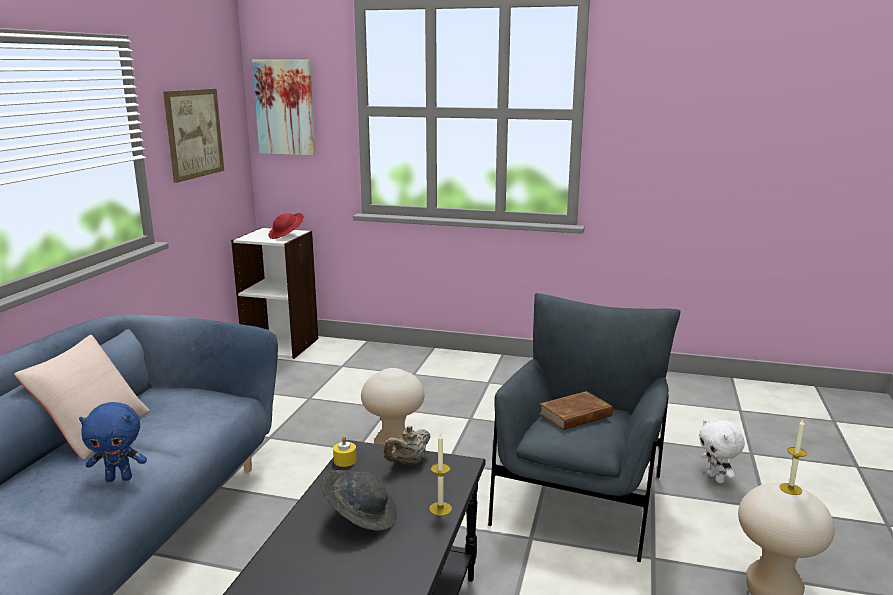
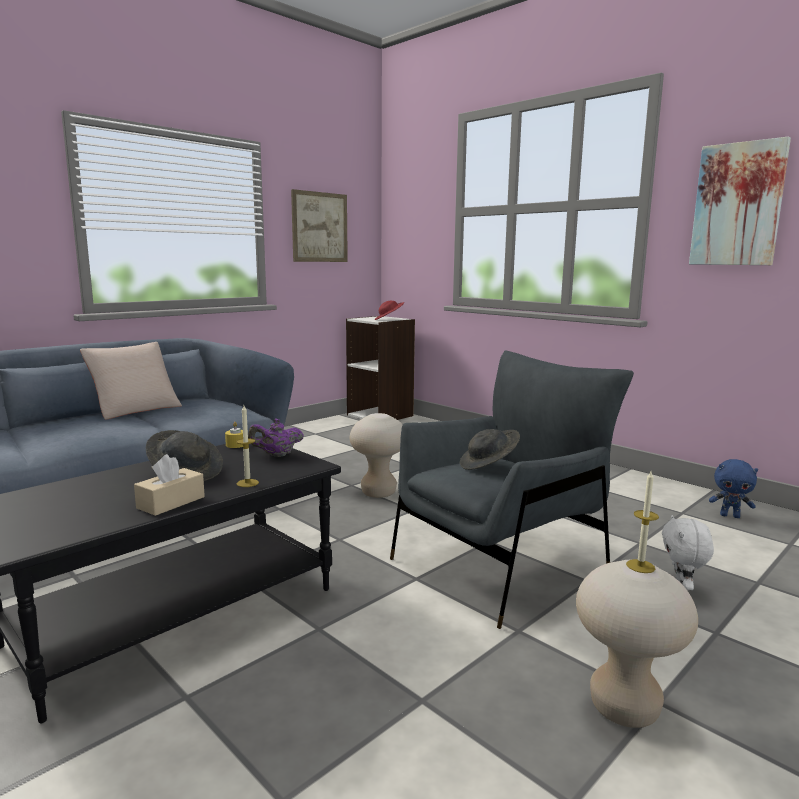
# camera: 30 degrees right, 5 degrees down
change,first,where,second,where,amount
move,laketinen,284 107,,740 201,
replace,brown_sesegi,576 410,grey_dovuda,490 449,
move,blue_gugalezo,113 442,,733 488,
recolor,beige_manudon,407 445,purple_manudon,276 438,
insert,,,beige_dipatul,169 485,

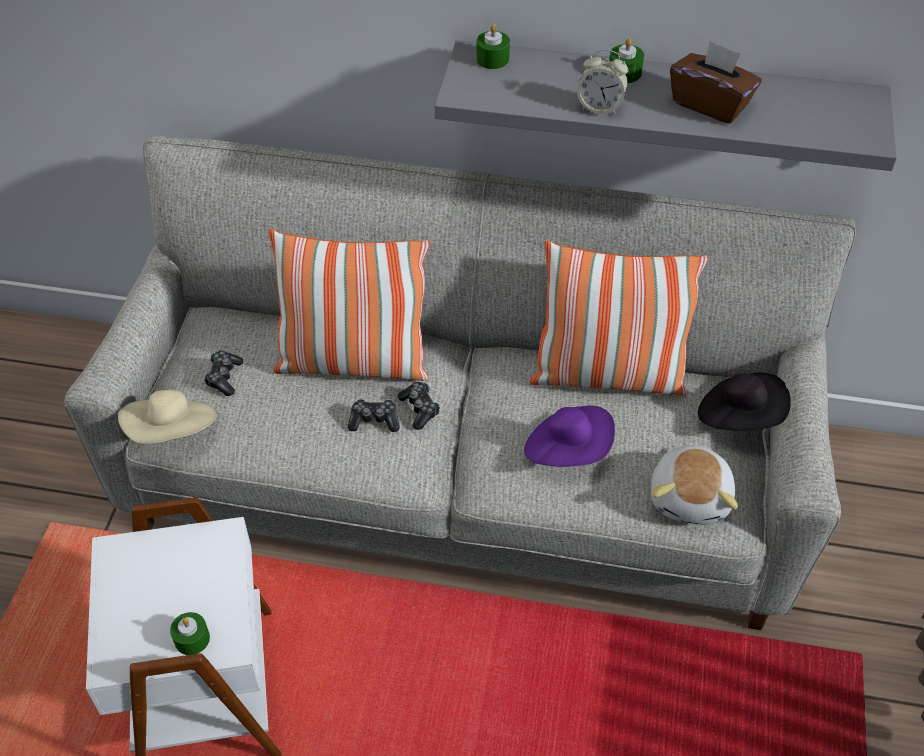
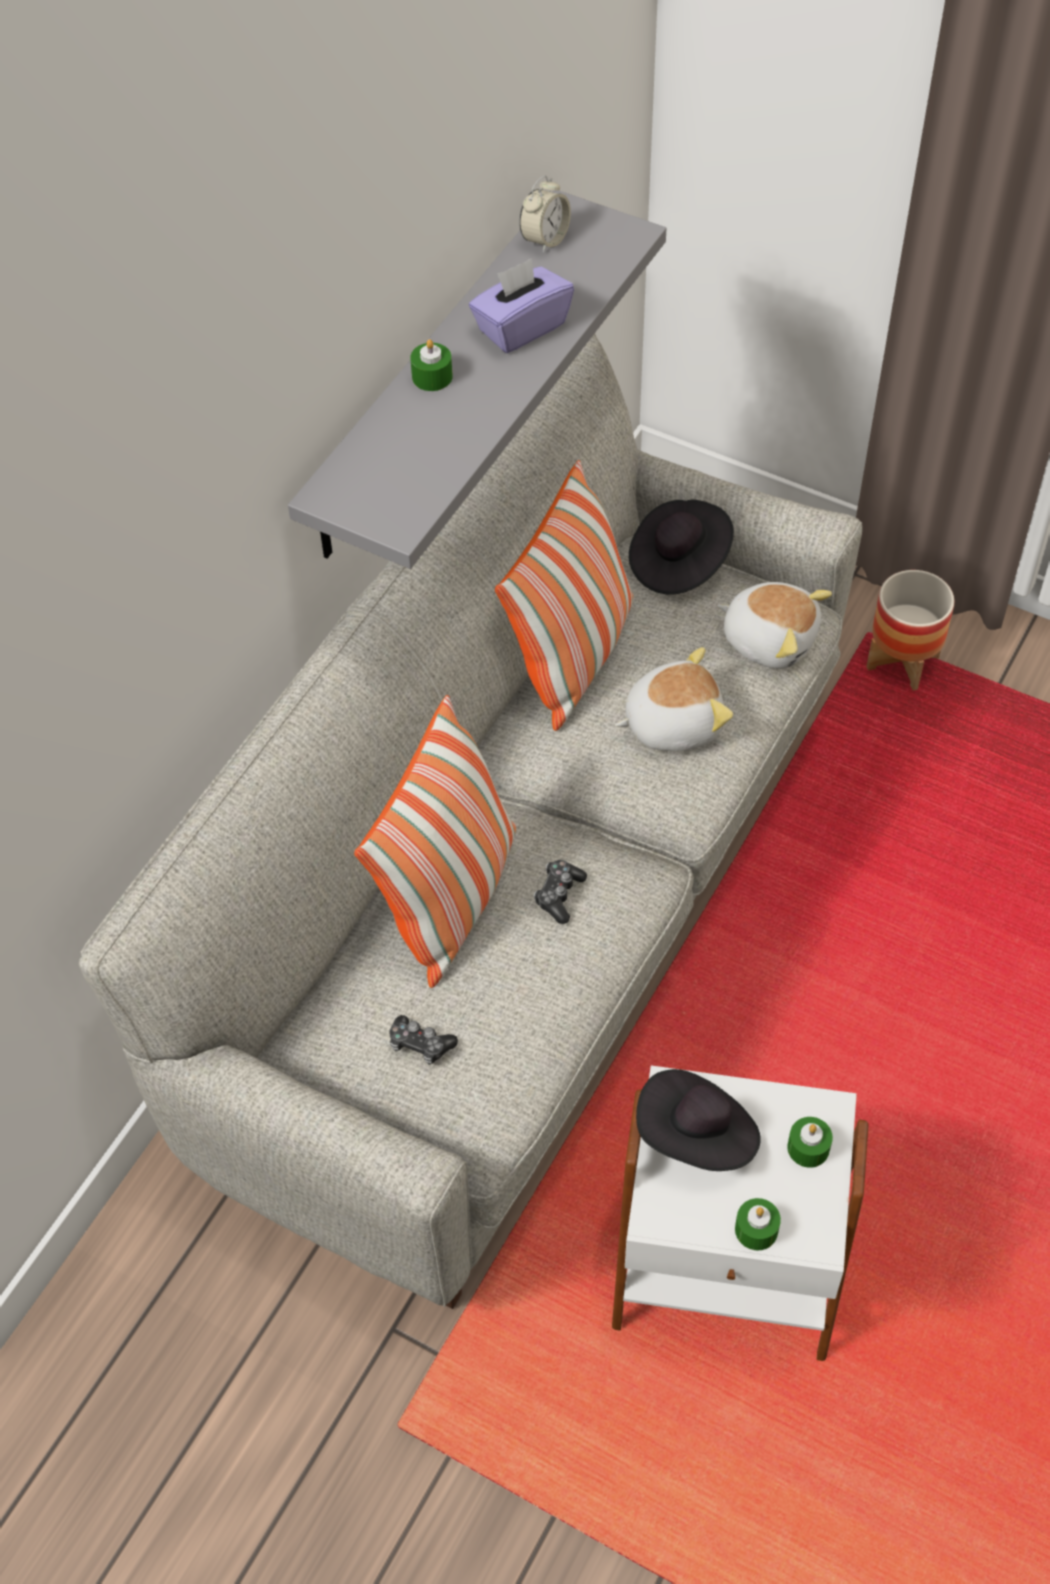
# camera: 70 degrees left, 5 degrees up
change,first,where,second,where,amount
move,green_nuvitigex,493 46,,758 1224,
recolor,brown_dipatul,716 82,purple_dipatul,521 305,
move,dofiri,602 82,,545 214,
delete,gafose,419 406,,,
delete,beige_dovuda,167 417,,,
replace,purple_dovuda,569 436,gugalezo,674 699,
insert,,,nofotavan,910 630,
insert,,,black_dovuda,698 1120,

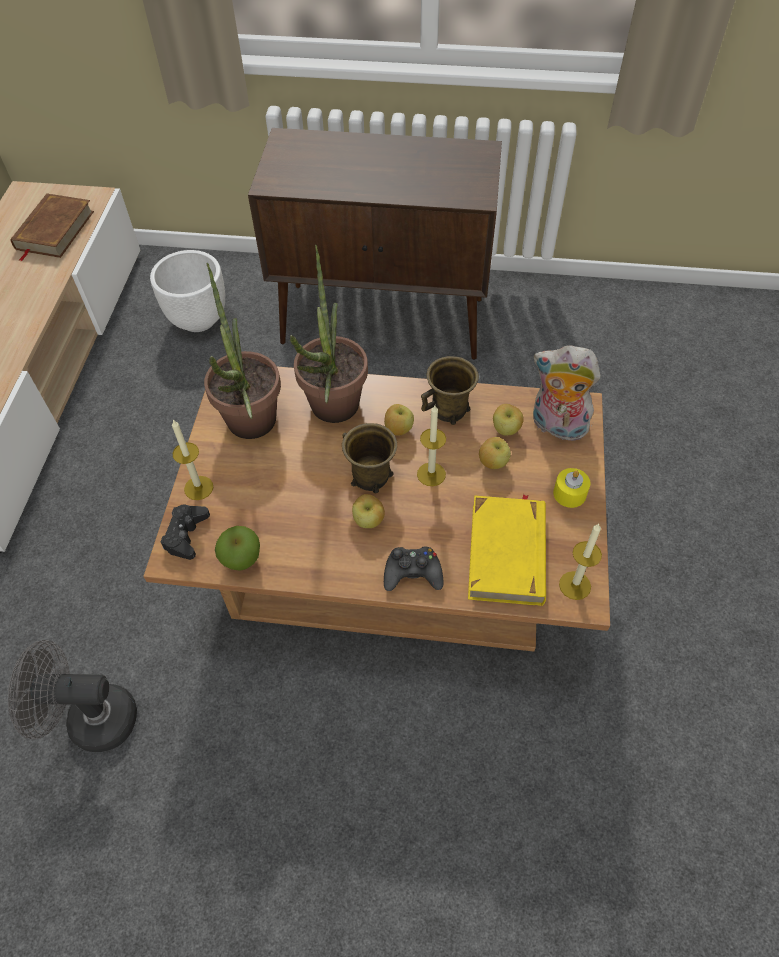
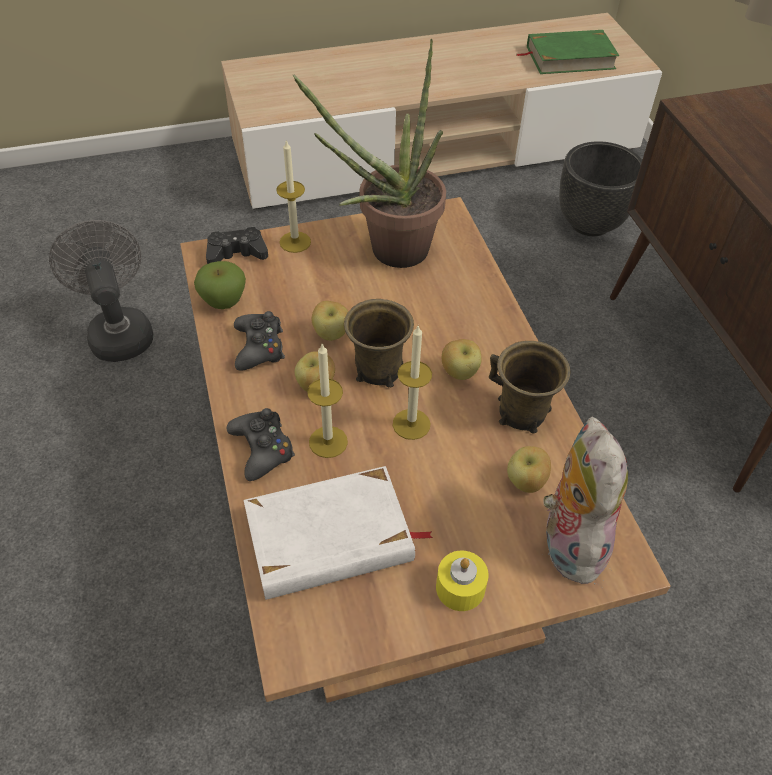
# camera: 65 degrees right, 5 degrees down
change,first,where,second,where,amount
recolor,brown_sesegi,52 227,green_sesegi,567 52,
delete,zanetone,329 334,,,
recolor,white_nofotavan,187 291,black_nofotavan,600 188,
move,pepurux,495 453,,330 321,
recolor,yellow_sesegi,507 550,white_sesegi,338 533,
move,nuvitigex,580 562,,327 401,
insert,,,black_gafose,259 341,

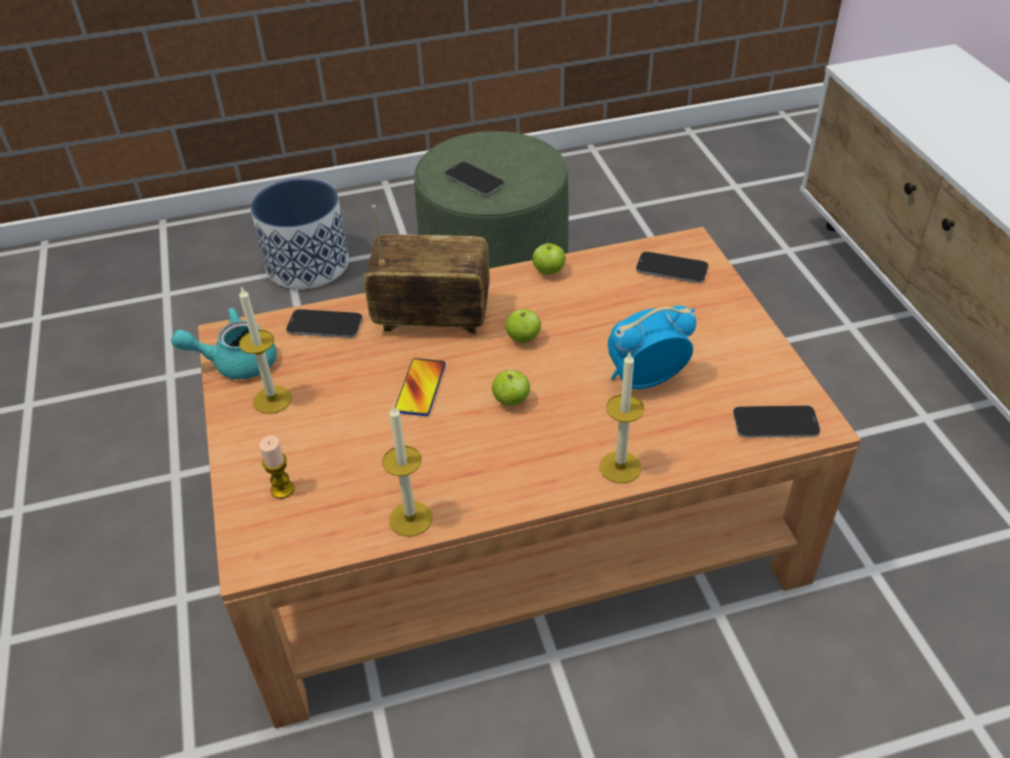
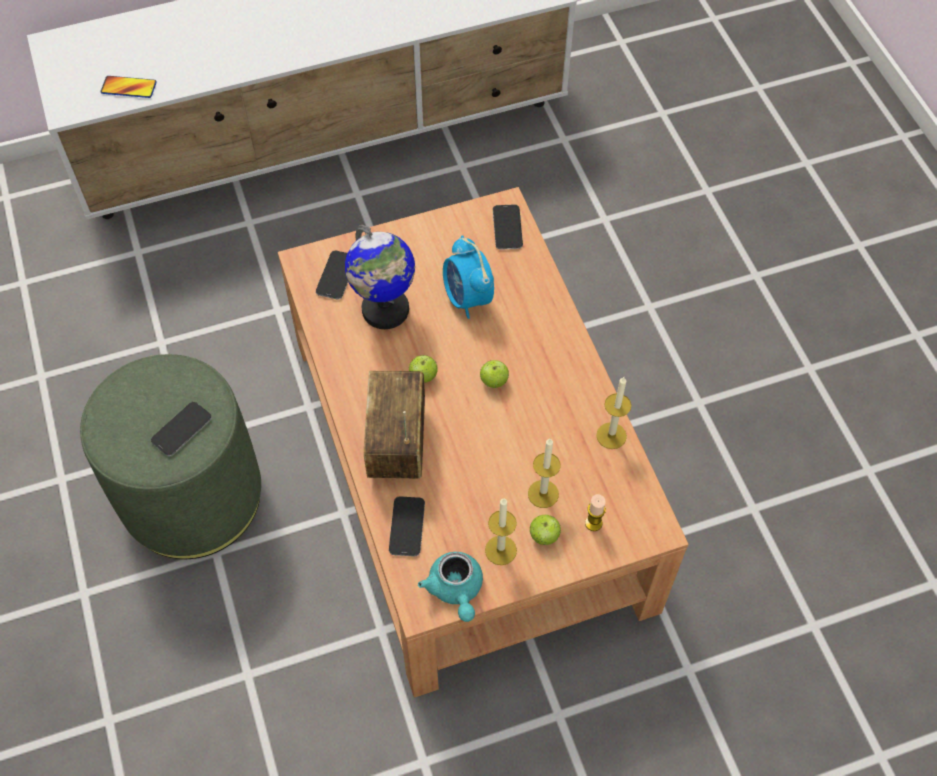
# camera: 95 degrees left, 15 degrees up
change,first,where,second,where,amount
delete,nofotavan,300 233,,,
move,pepurux,549 257,,545 530,
move,nuvitigex,622 417,,544 473,
move,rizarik,420 387,,129 87,
insert,,,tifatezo,380 277,

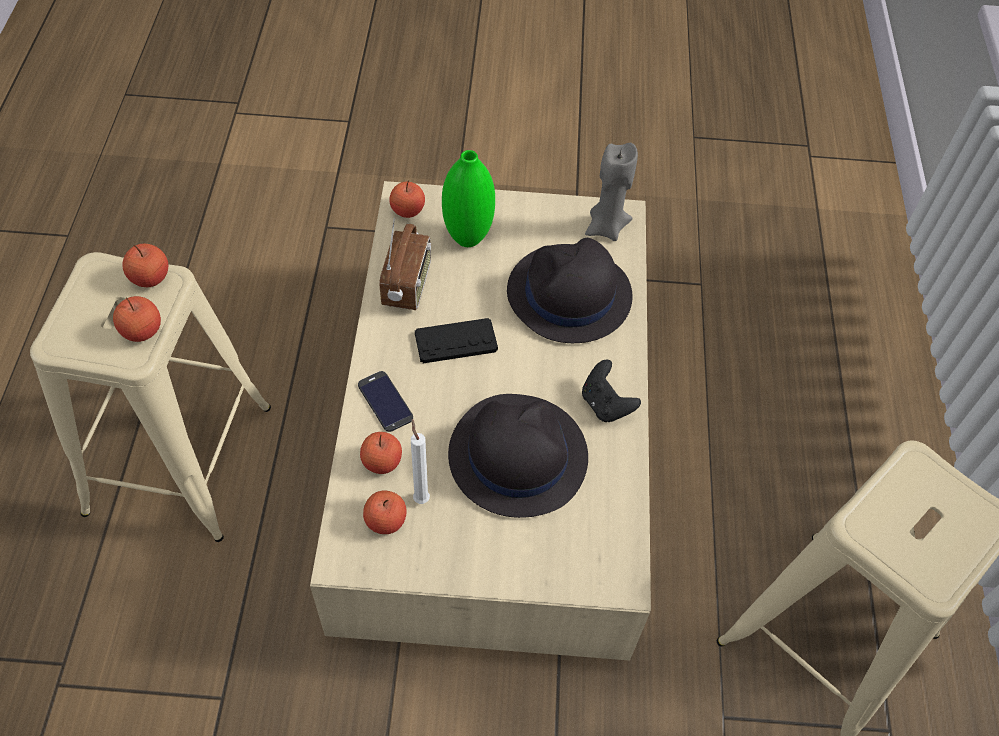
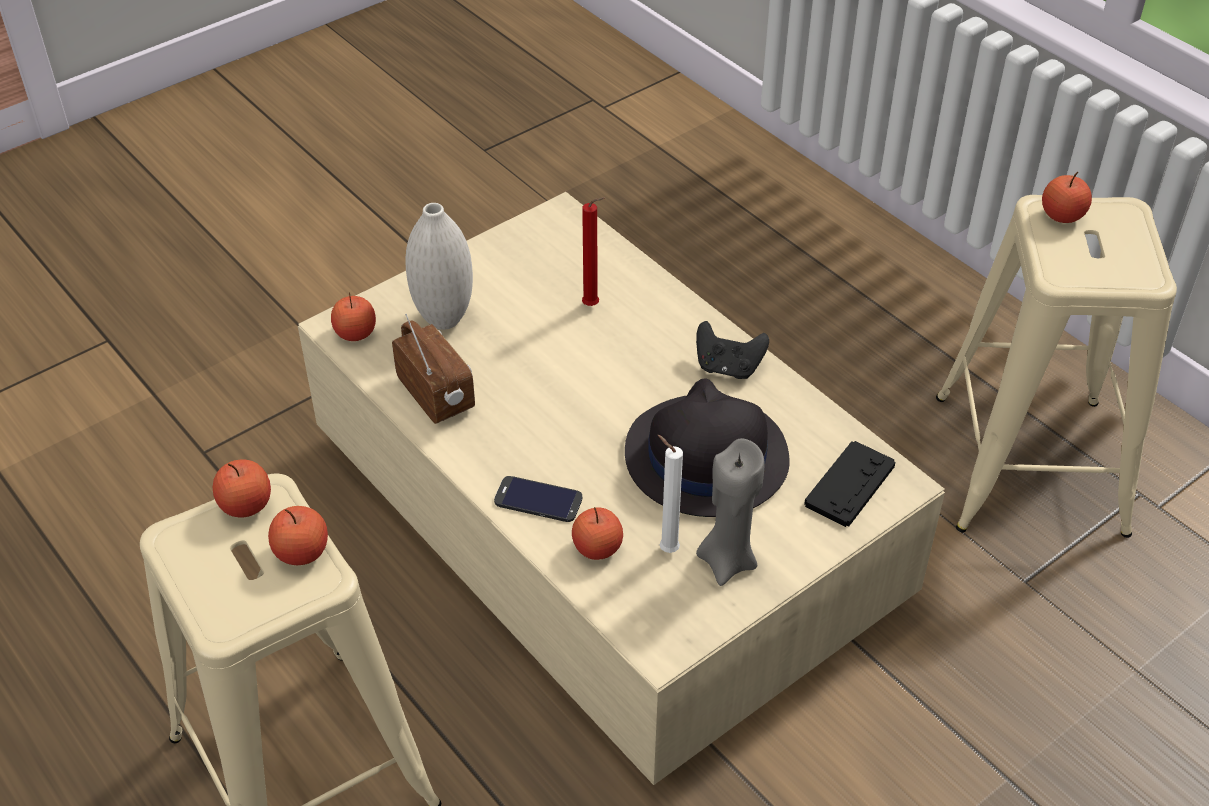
# camera: 40 degrees left, 10 degrees down
change,first,where,second,where,amount
move,grey_nuvitigex,611 192,,730 512,
recolor,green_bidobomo,468 198,white_bidobomo,439 266,
replace,black_dovuda,570 290,red_nuvitigex,593 251,
move,black_gafose,456 340,,849 484,
move,pepurux,385 512,,1067 197,

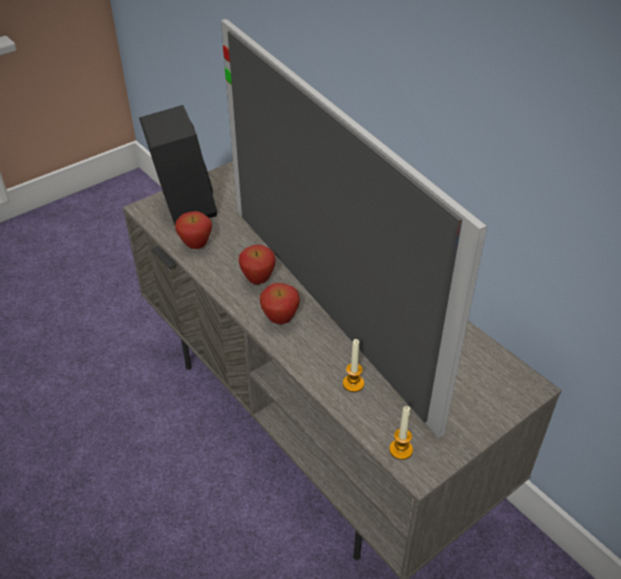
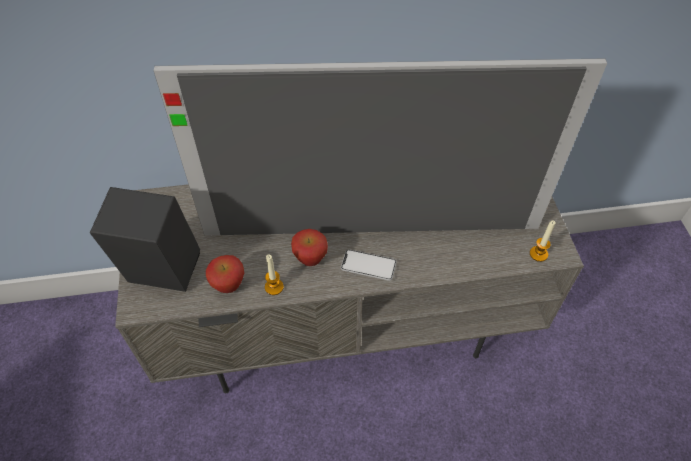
# camera: 60 degrees left, 10 degrees up
change,first,where,second,where,amount
replace,pepurux,280 303,rizarik,369 265,
move,nuvitigex,353 365,,274 274,

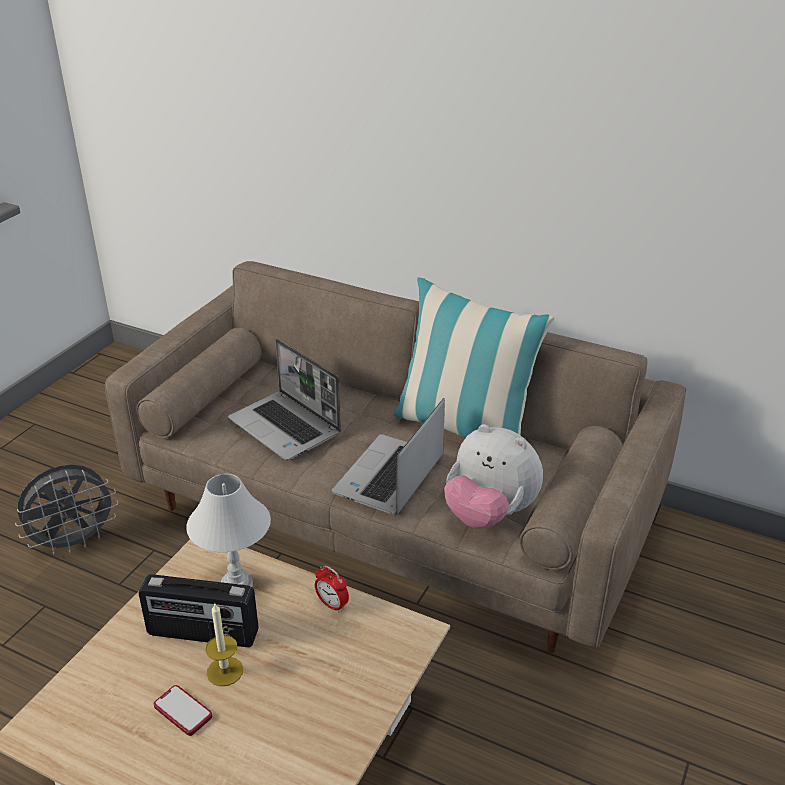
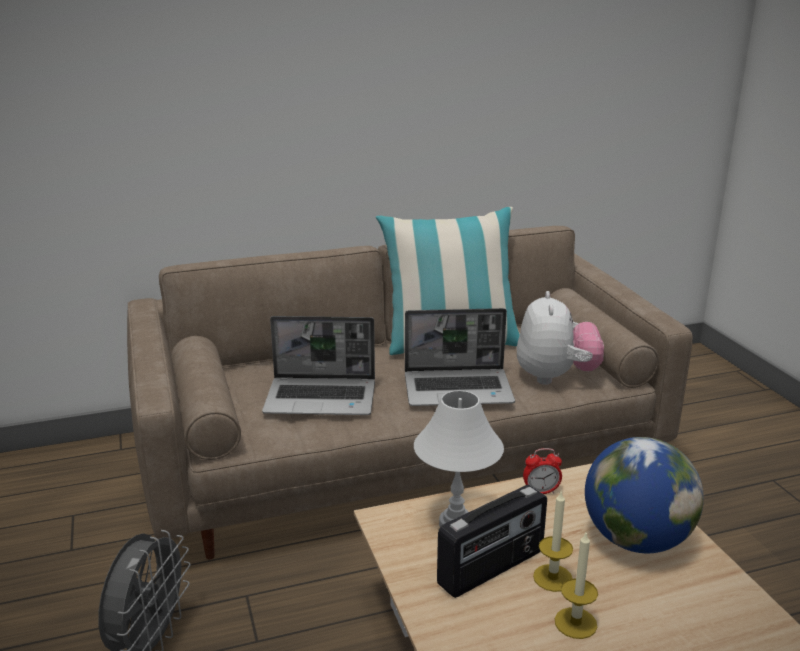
# camera: 45 degrees left, 10 degrees down
change,first,where,second,where,amount
rotate,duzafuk,388 456,,460 357,75 degrees counterclockwise
rotate,gugalezo,493 476,,560 338,75 degrees counterclockwise
replace,rizarik,183 710,nuvitigex,576 586,
insert,,,tifatezo,644 495,

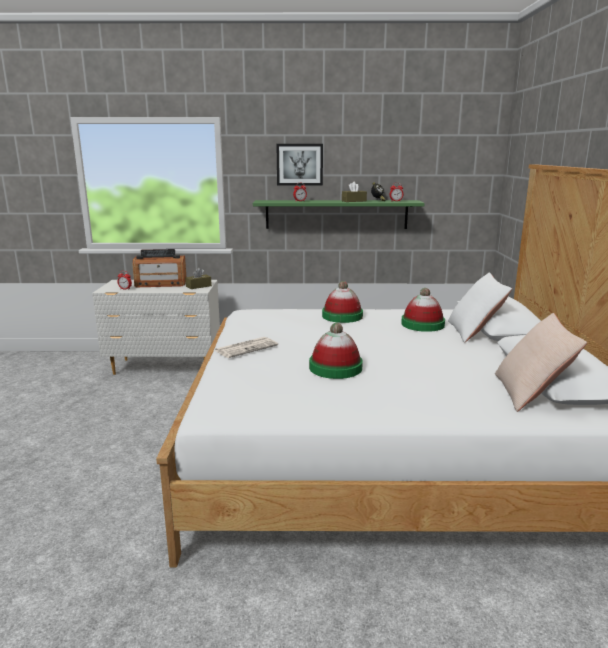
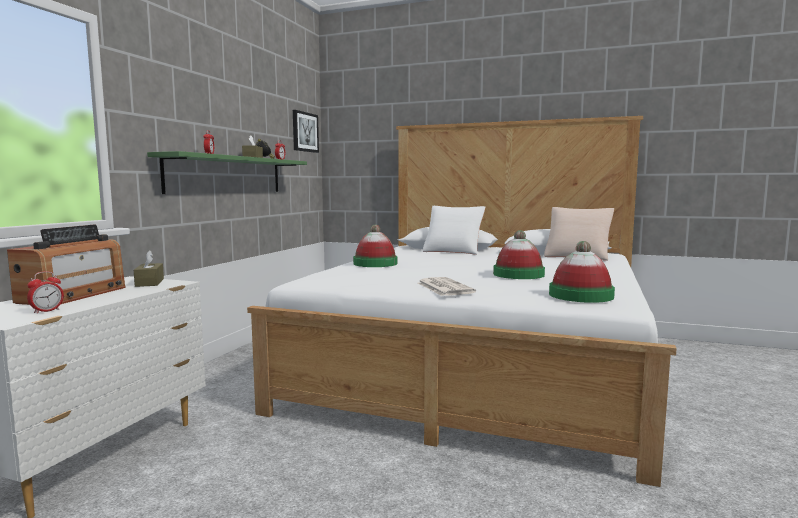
# camera: 70 degrees left, 10 degrees down
change,first,where,second,where,amount
move,laketinen,299 165,,306 131,
move,dovuda,423 310,,582 272,

